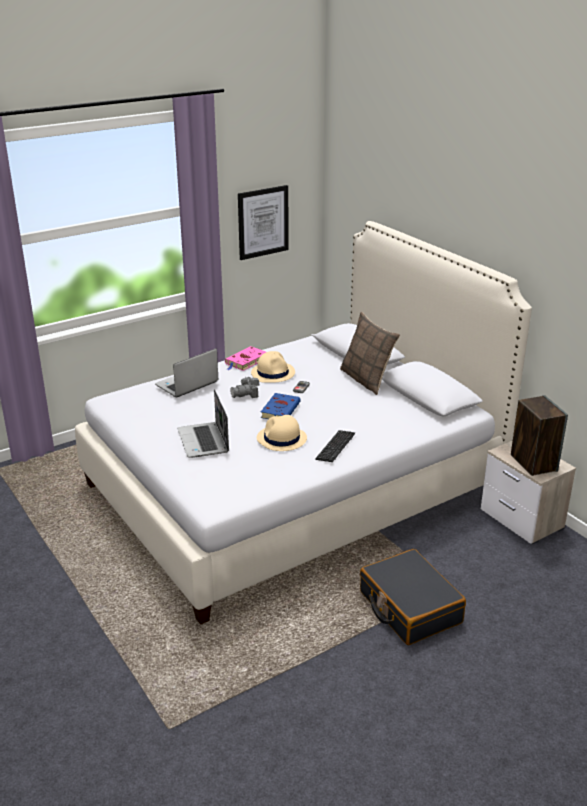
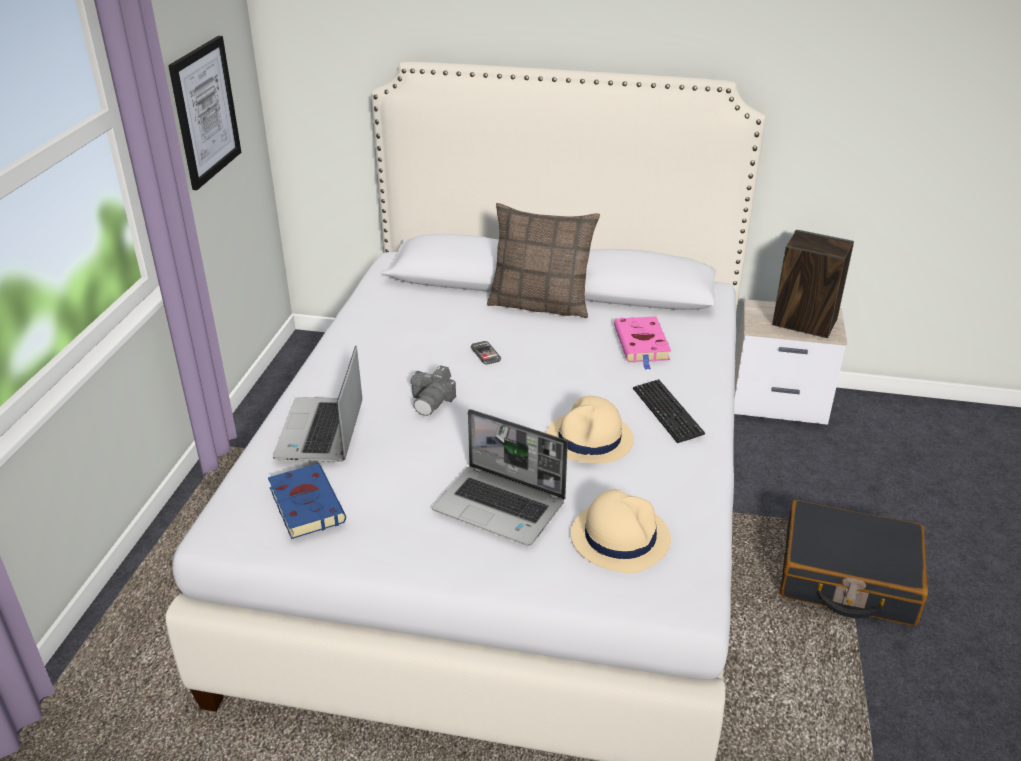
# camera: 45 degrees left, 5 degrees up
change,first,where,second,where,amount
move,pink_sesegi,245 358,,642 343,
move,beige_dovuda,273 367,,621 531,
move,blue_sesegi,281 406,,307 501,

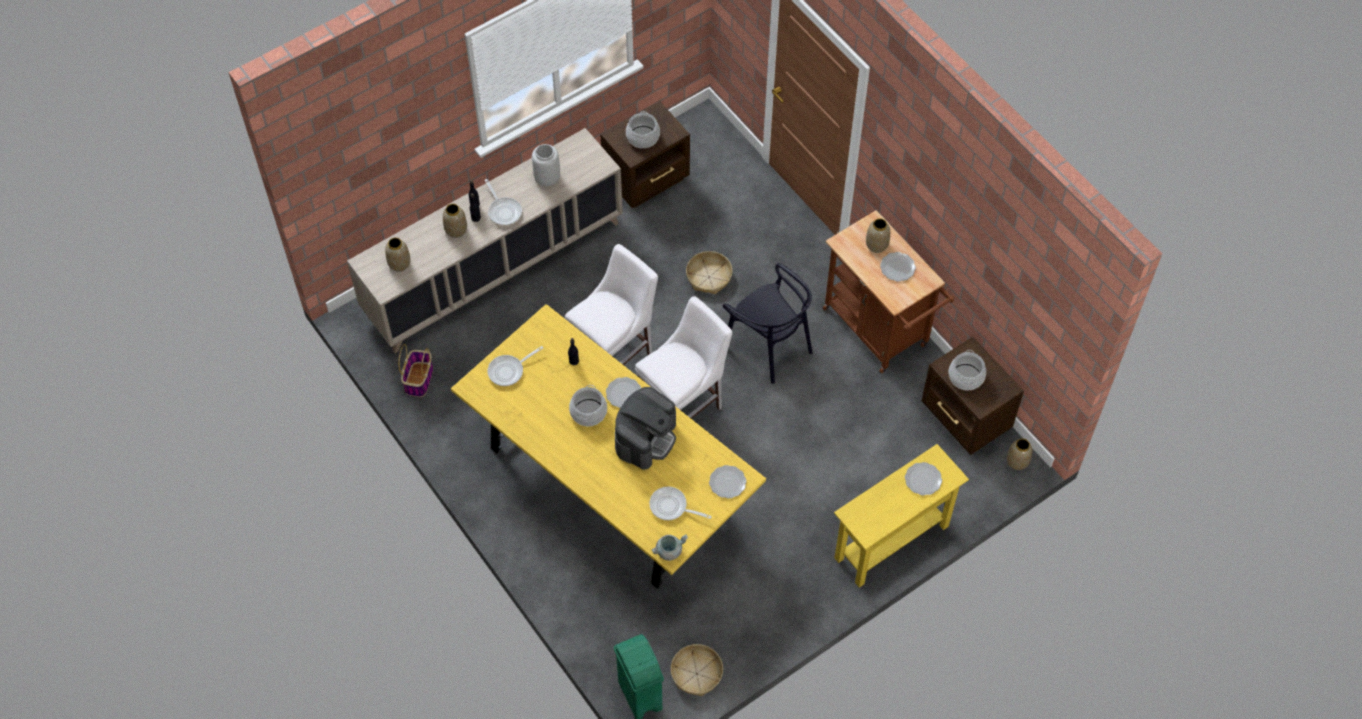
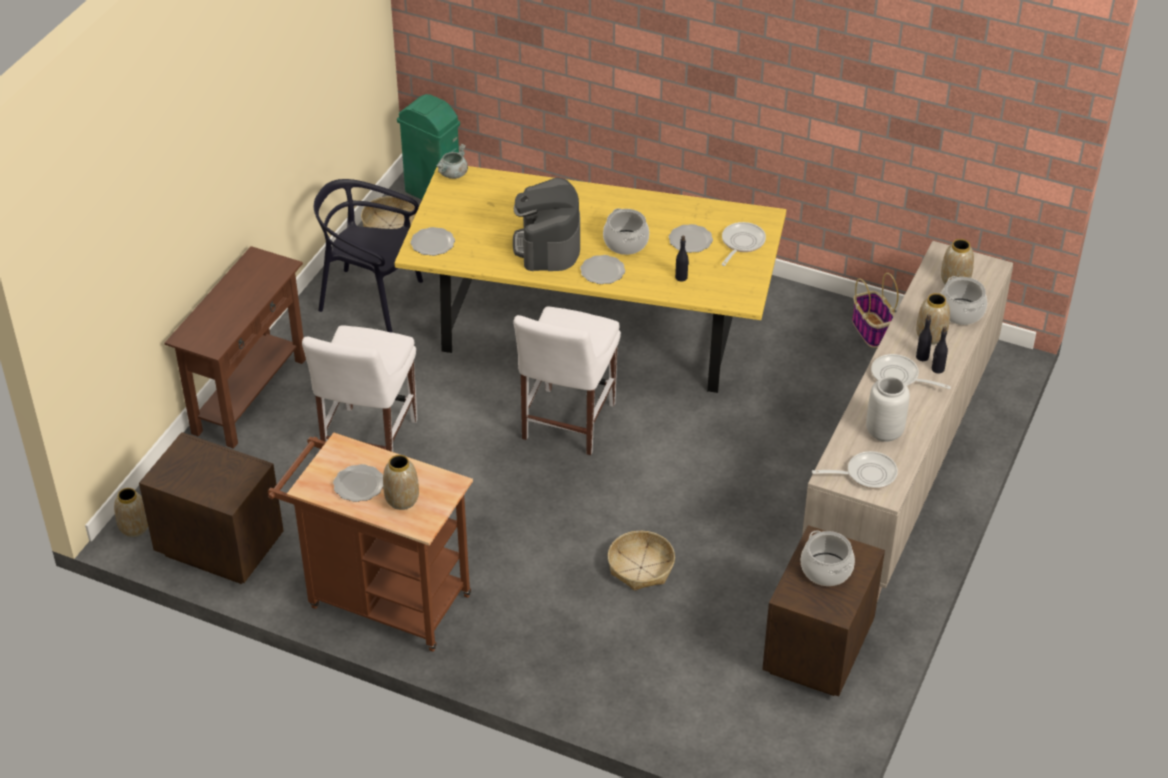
# camera: 150 degrees right, 15 degrees down
change,first,where,second,where,amount
move,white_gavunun,611 304,,359 388,
move,black_gavunun,767 323,,368 256,
move,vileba,967 370,,963 300,
recolor,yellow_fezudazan,901 515,brown_fezudazan,235 347,
move,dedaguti,923 478,,691 238,
move,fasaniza,680 503,,855 470,

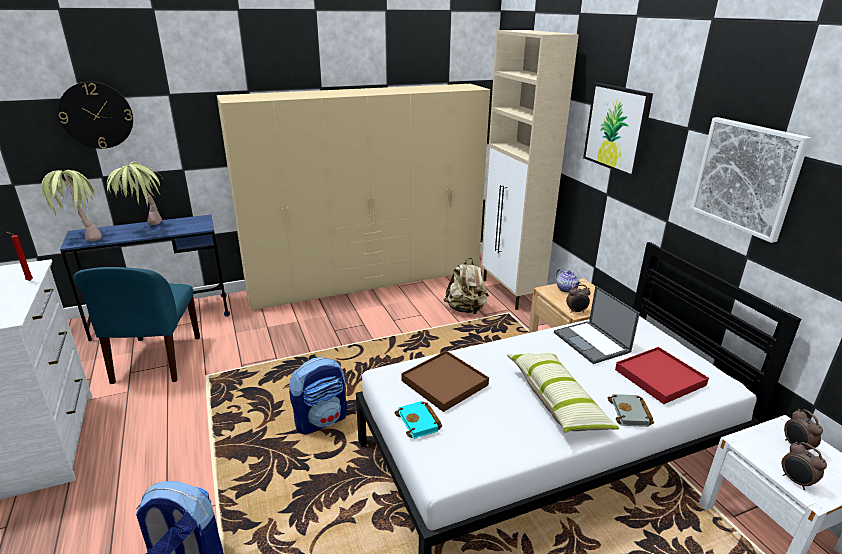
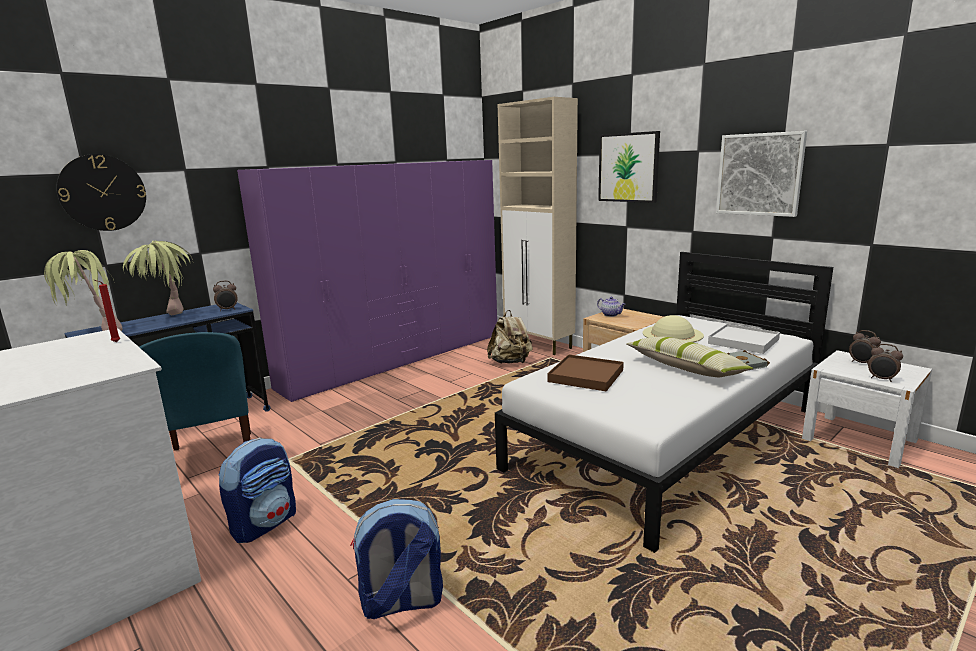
# camera: 20 degrees left, 10 degrees down
change,first,where,second,where,amount
recolor,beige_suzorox,353 197,purple_suzorox,367 281,
move,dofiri,578 299,,225 296,
replace,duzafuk,597 325,beige_dovuda,673 328,
recolor,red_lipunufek,662 375,white_lipunufek,744 339,
move,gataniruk,318 396,,257 490,
delete,turquoise_sesegi,418 420,,,

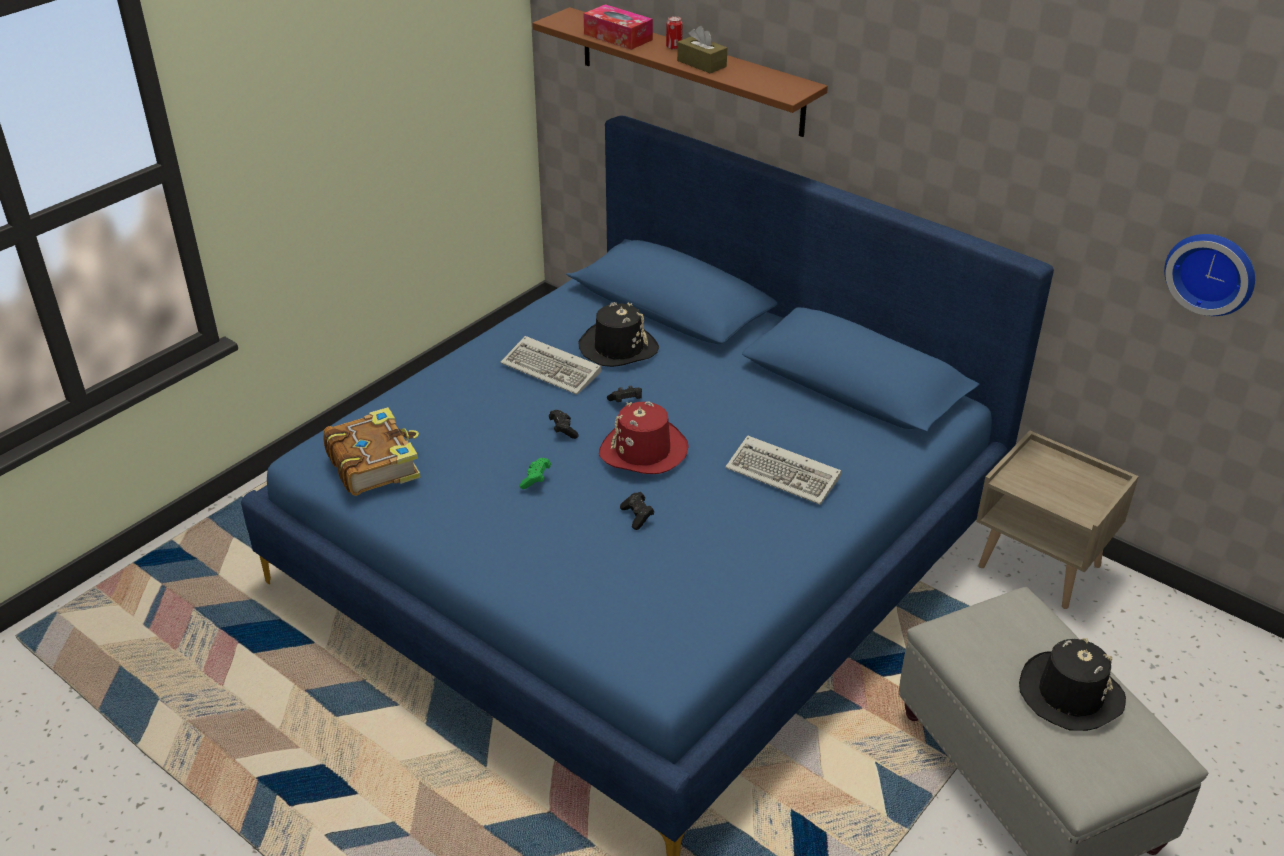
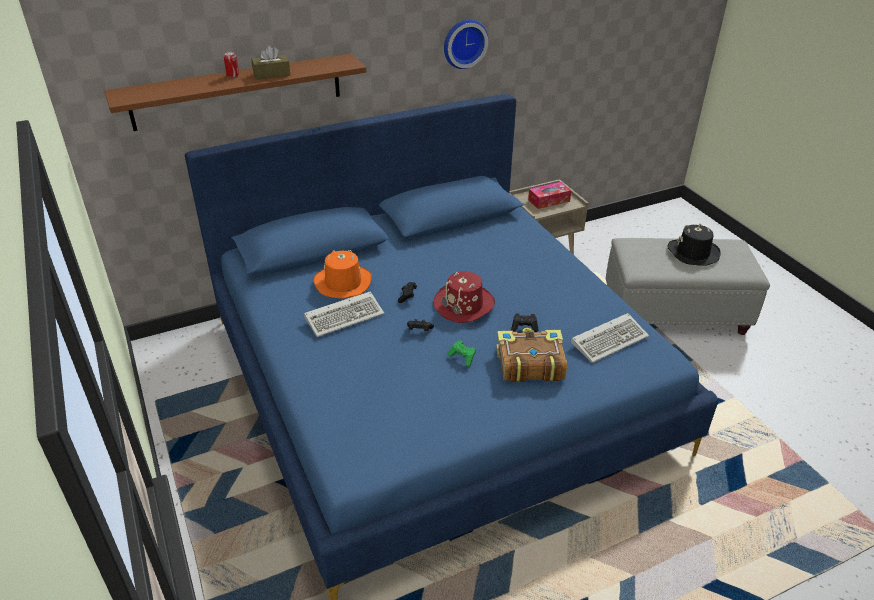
# camera: 65 degrees left, 0 degrees up
change,first,where,second,where,amount
move,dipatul,618 27,,549 195,
move,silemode,1209 275,,466 44,
recolor,black_dovuda,618 334,orange_dovuda,343 274,
move,sesegi,372 451,,531 355,
move,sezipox,783 470,,610 338,

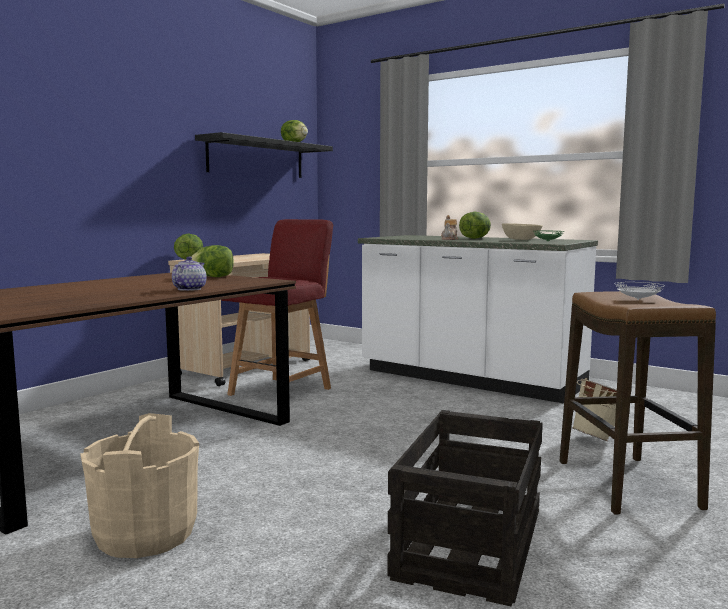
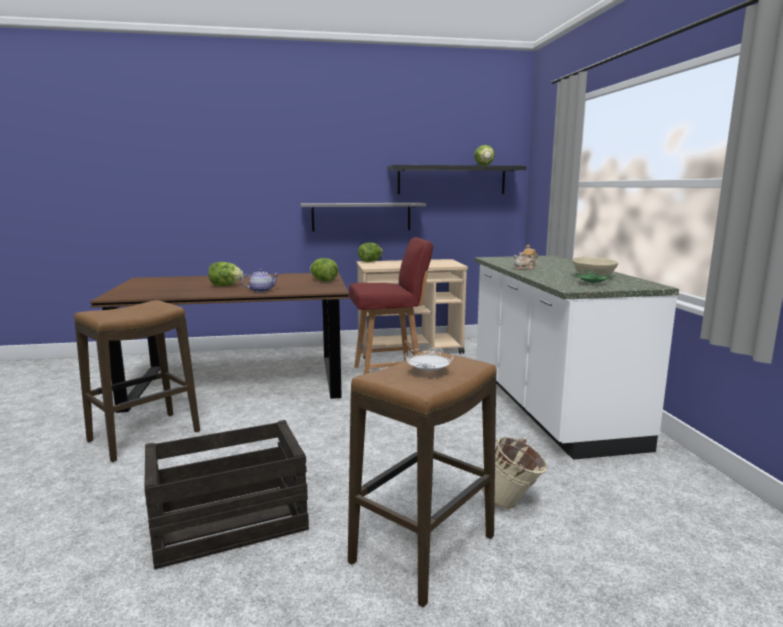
# camera: 45 degrees right, 5 degrees up
change,first,where,second,where,amount
move,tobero,475 225,,225 274,
replace,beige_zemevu,139 485,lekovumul,137 381,
insert,,,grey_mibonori,363 217,

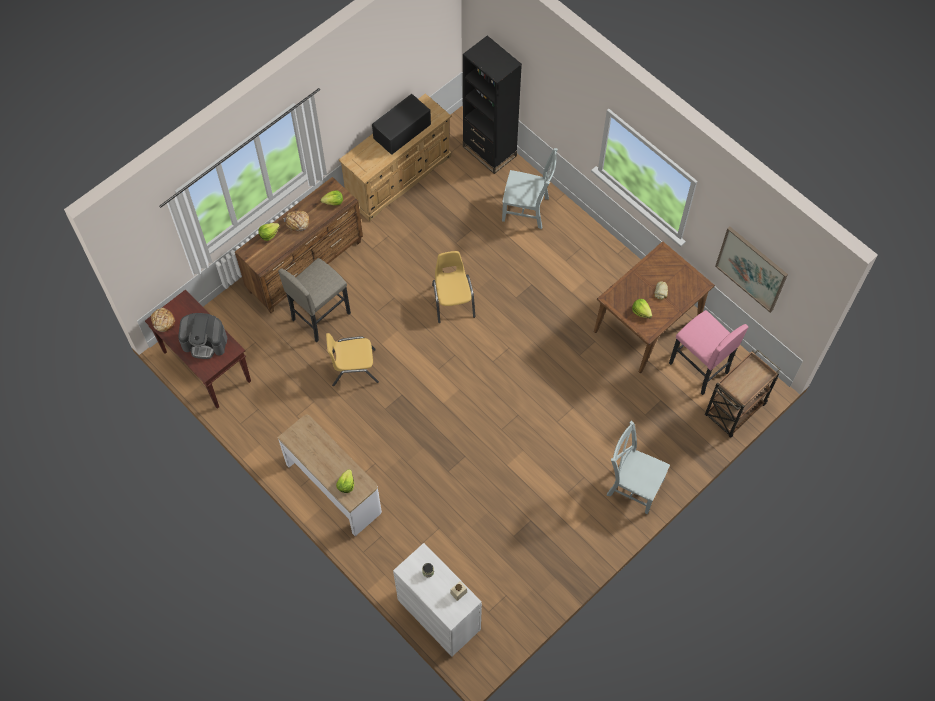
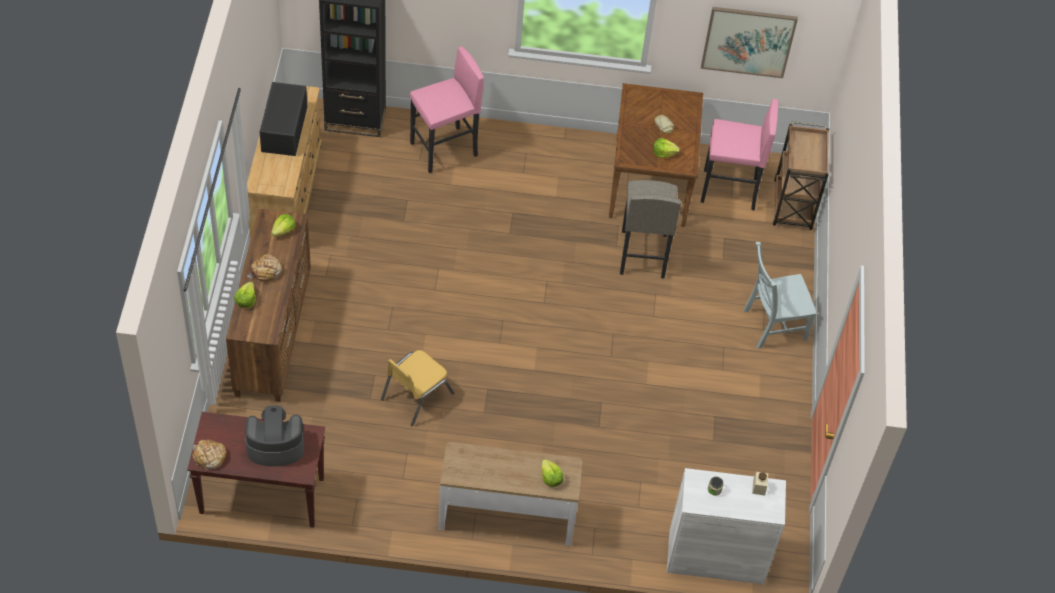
# camera: 45 degrees left, 10 degrees down
change,first,where,second,where,amount
replace,grey_gavunun,530 188,pink_lekovumul,447 109,
delete,yellow_gavunun,453 287,,,
move,grey_lekovumul,314 300,,650 229,
rotate,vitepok,202 336,,274 436,150 degrees counterclockwise

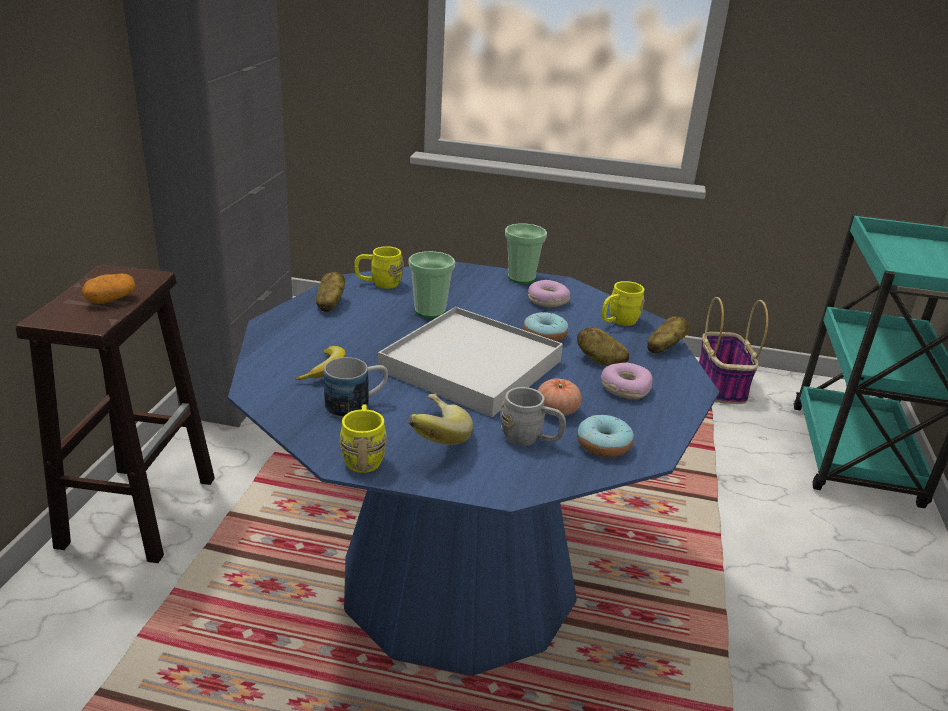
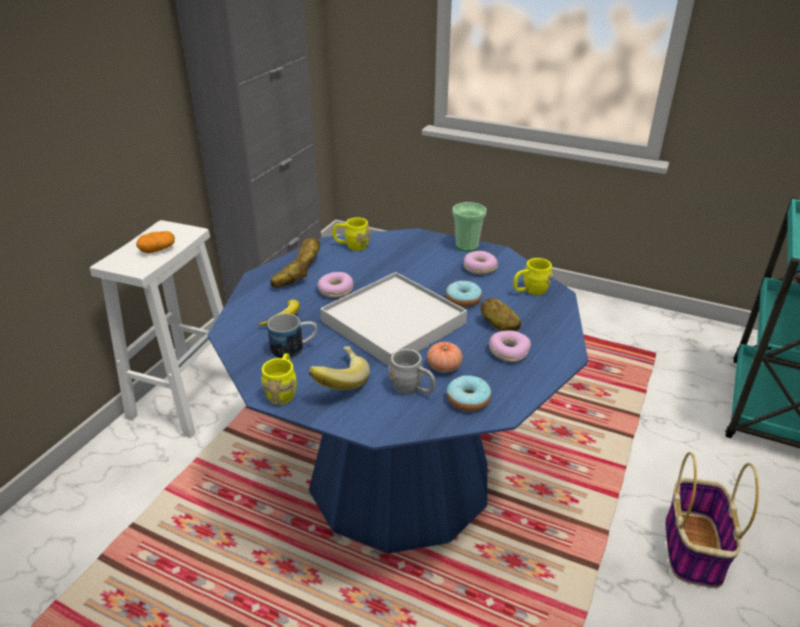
# camera: 15 degrees right, 5 degrees up
change,first,where,second,where,amount
delete,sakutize,432 284,,,
recolor,brown_lekovumul,115 413,white_lekovumul,156 329,
move,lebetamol,733 350,,712 520,
move,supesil,668 334,,289 274,
insert,,,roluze,335 285,

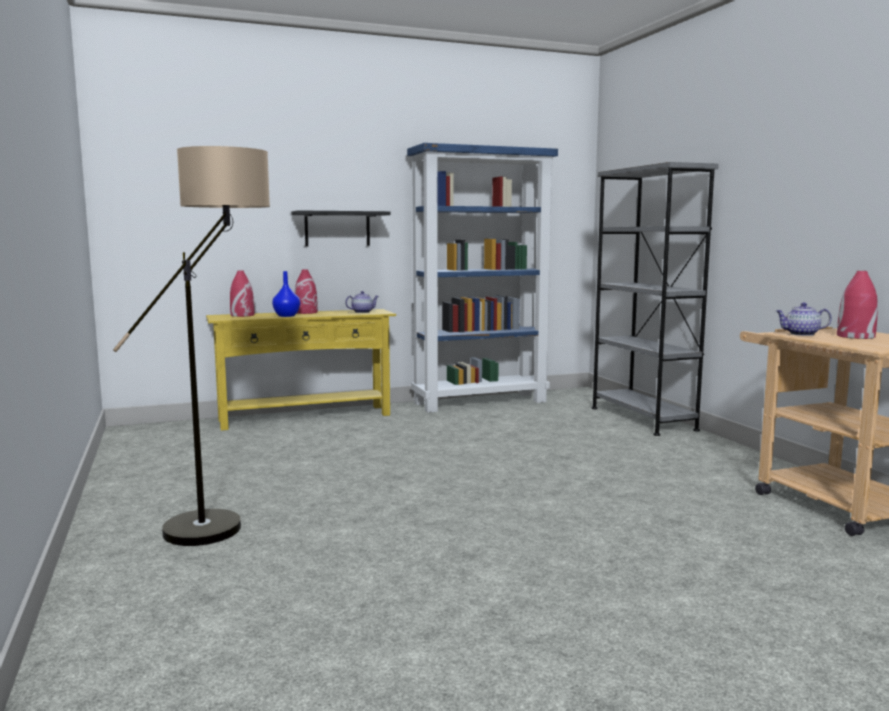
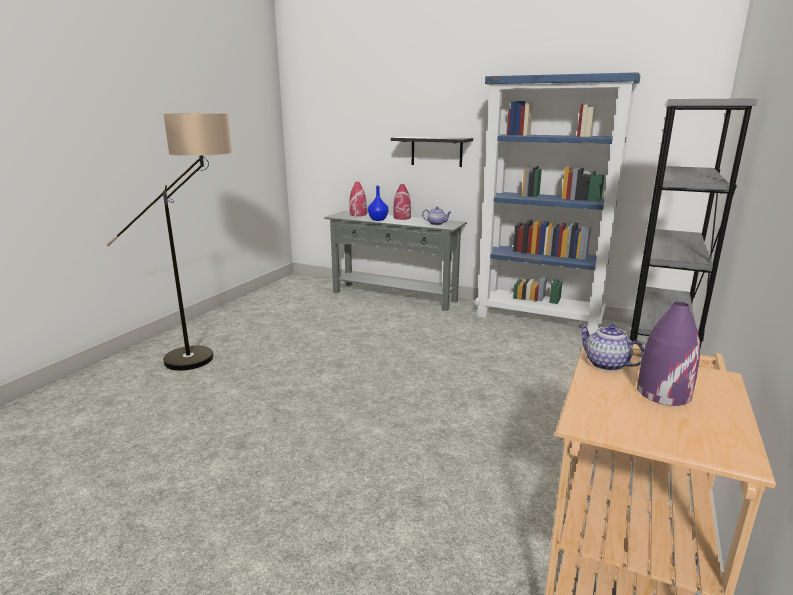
# camera: 45 degrees right, 10 degrees up
change,first,where,second,where,amount
recolor,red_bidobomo,857 305,purple_bidobomo,668 354,
recolor,yellow_fezudazan,301 370,grey_fezudazan,395 261,

